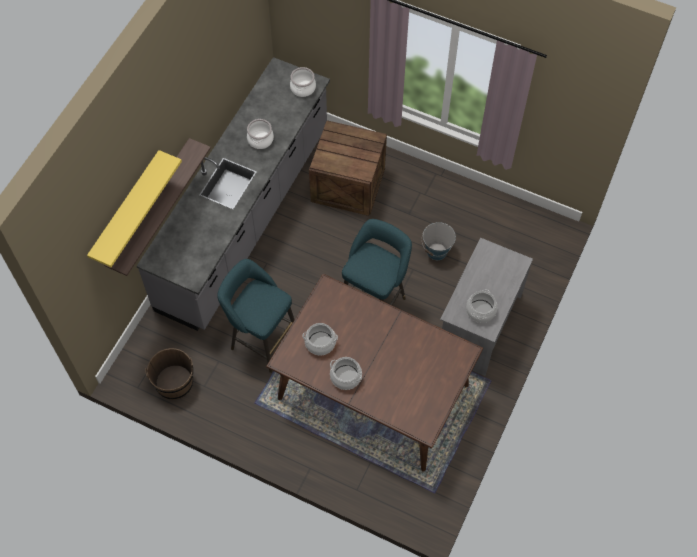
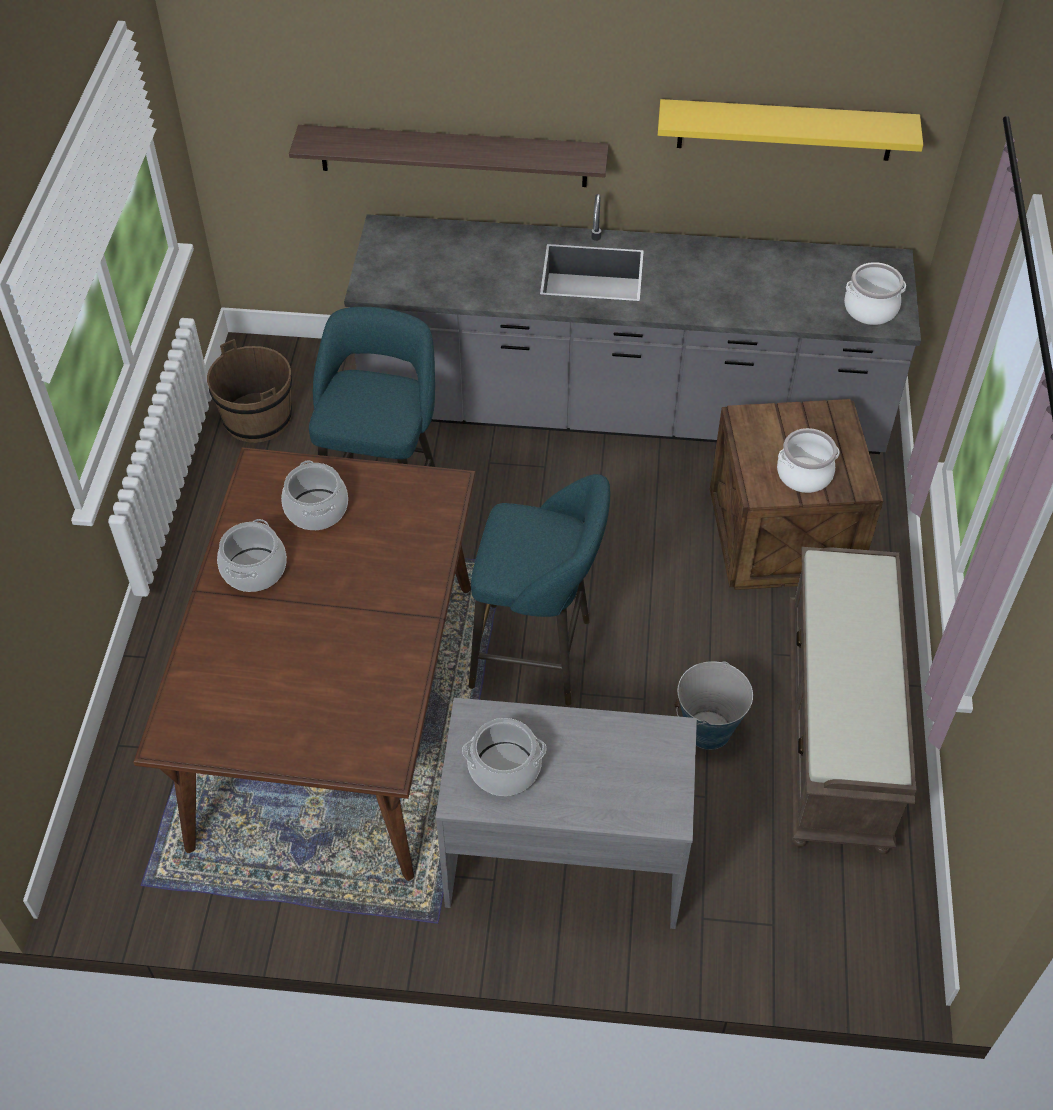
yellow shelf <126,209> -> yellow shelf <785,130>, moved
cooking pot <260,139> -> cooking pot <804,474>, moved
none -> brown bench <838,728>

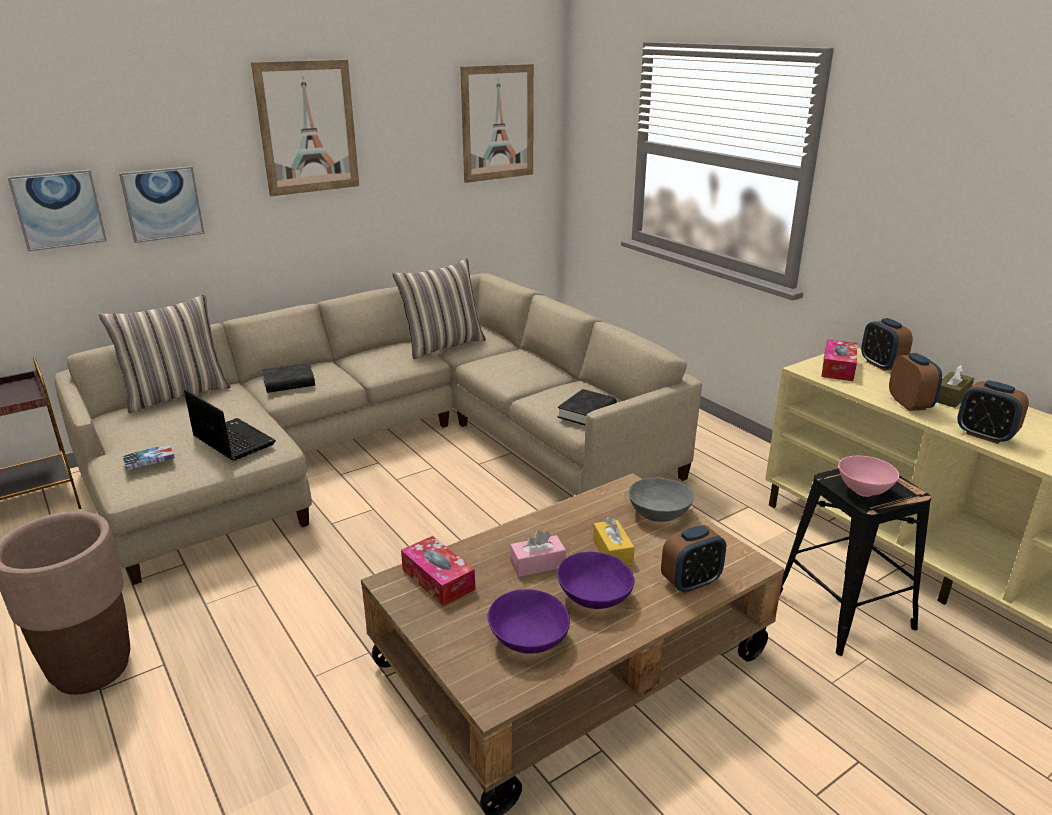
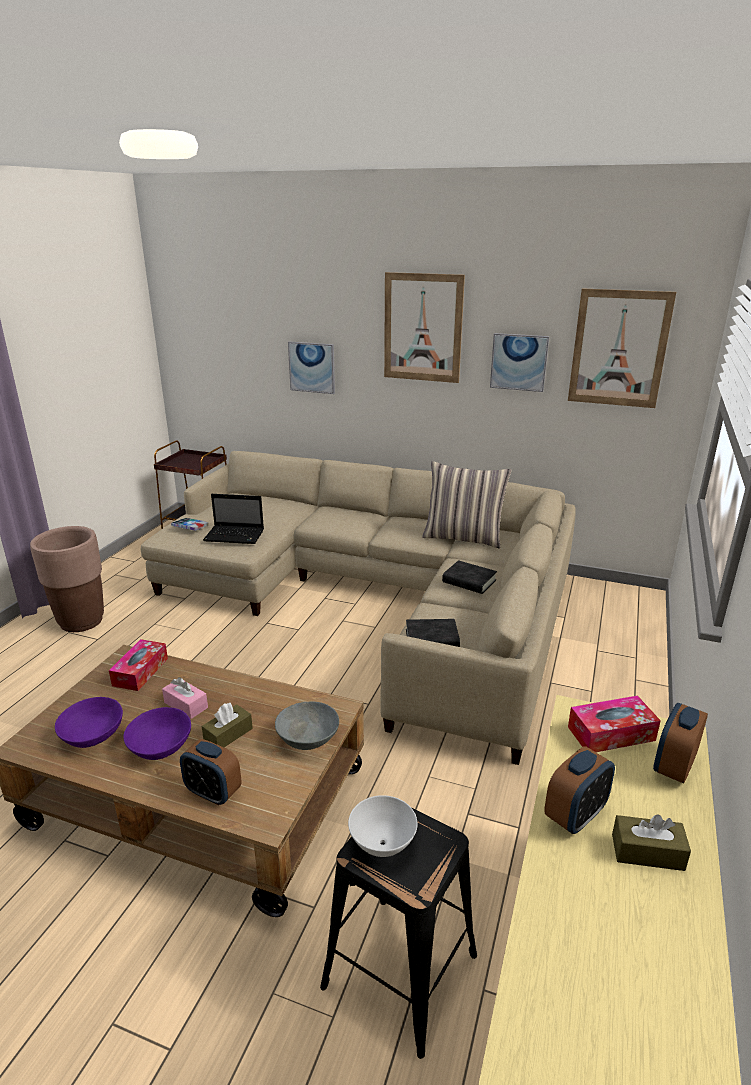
picture <58,209> -> picture <519,362>, moved
pillow <177,394> -> none
laptop <232,440> -> laptop <235,536>, 90 degrees clockwise
black book <289,383> -> black book <469,581>, moved
yellow tissue box <612,552> -> brown tissue box <228,734>
pink bowl <863,491> -> white bowl <383,844>
alarm clock <985,435> -> none

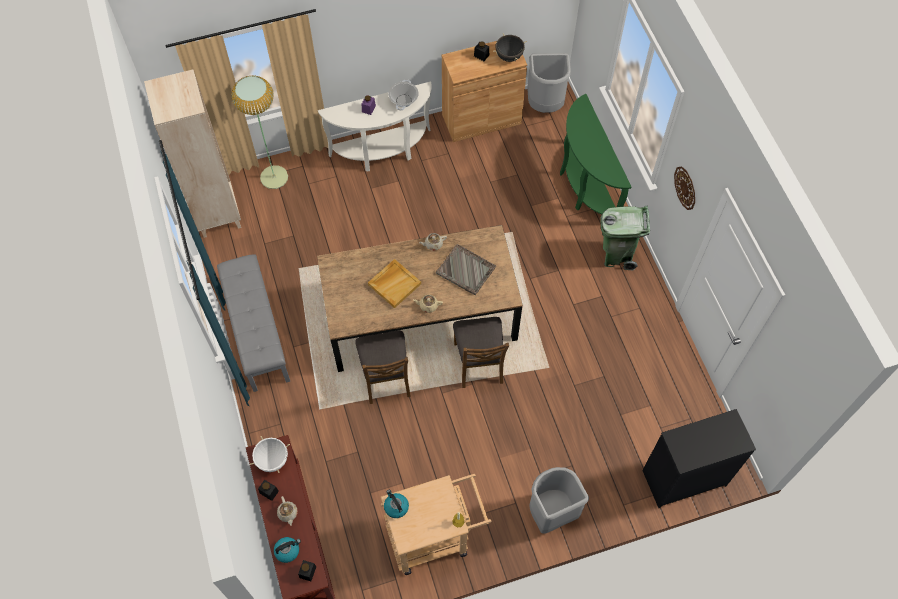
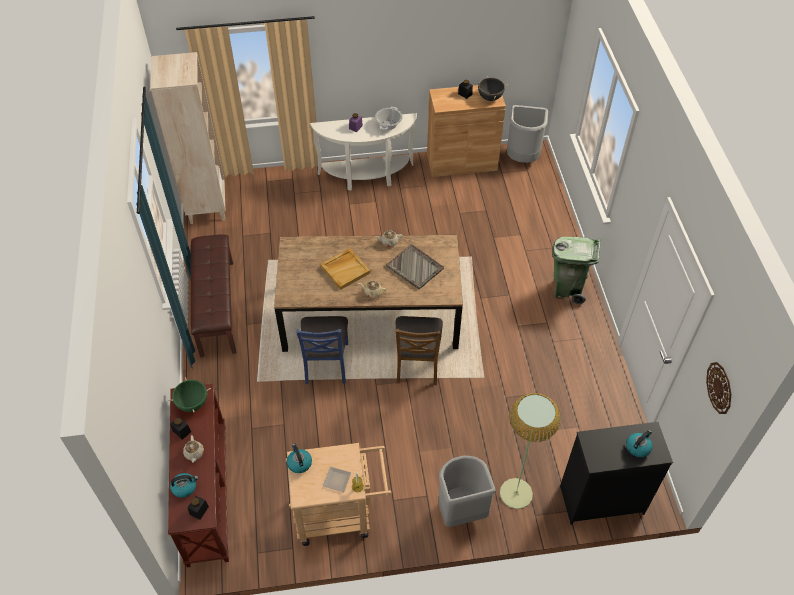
grey bench <257,332> -> brown bench <216,307>
floor lamp <274,177> -> floor lamp <516,493>, moved
white cooking pot <272,460> -> green cooking pot <193,403>
brown chair <386,377> -> blue chair <326,363>
green console table <584,186> -> none
wall clock <685,188> -> wall clock <719,388>, moved
none -> plate <338,479>
none -> kettle <638,447>

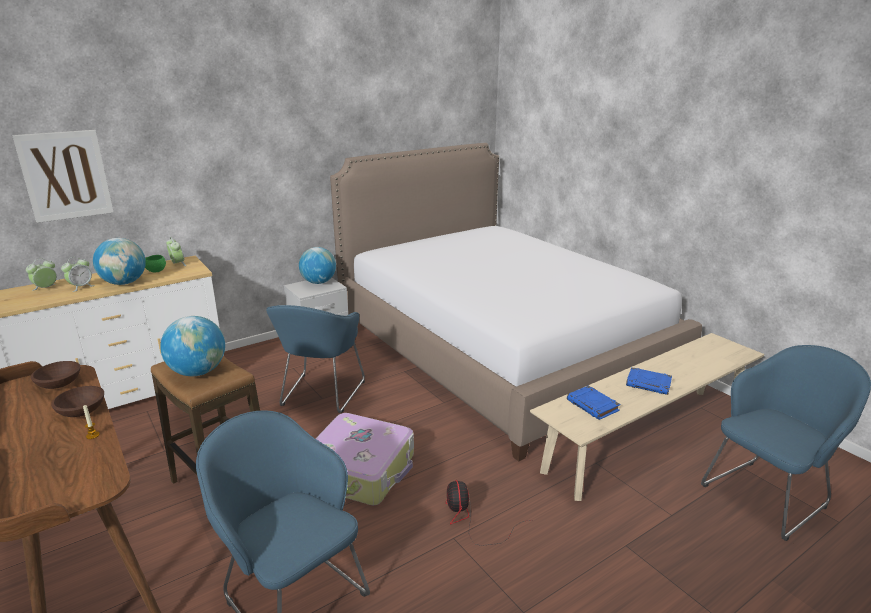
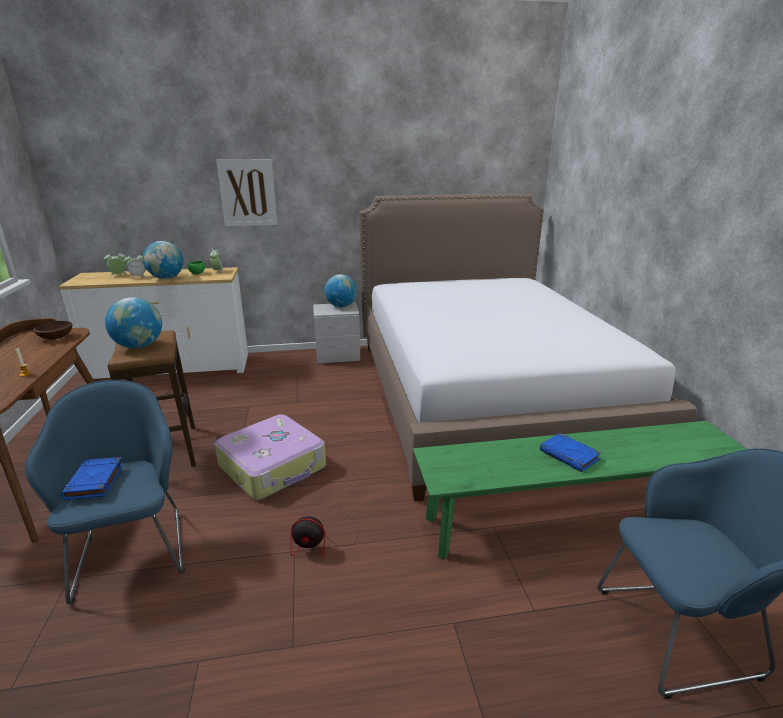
picture <65,175> -> picture <248,193>, moved
brown bowl <82,411> -> none
blue armchair <320,395> -> none
fan <471,520> -> fan <323,541>, 105 degrees counterclockwise
beige bench <646,439> -> green bench <572,520>
blue book <593,406> -> blue book <94,482>, moved

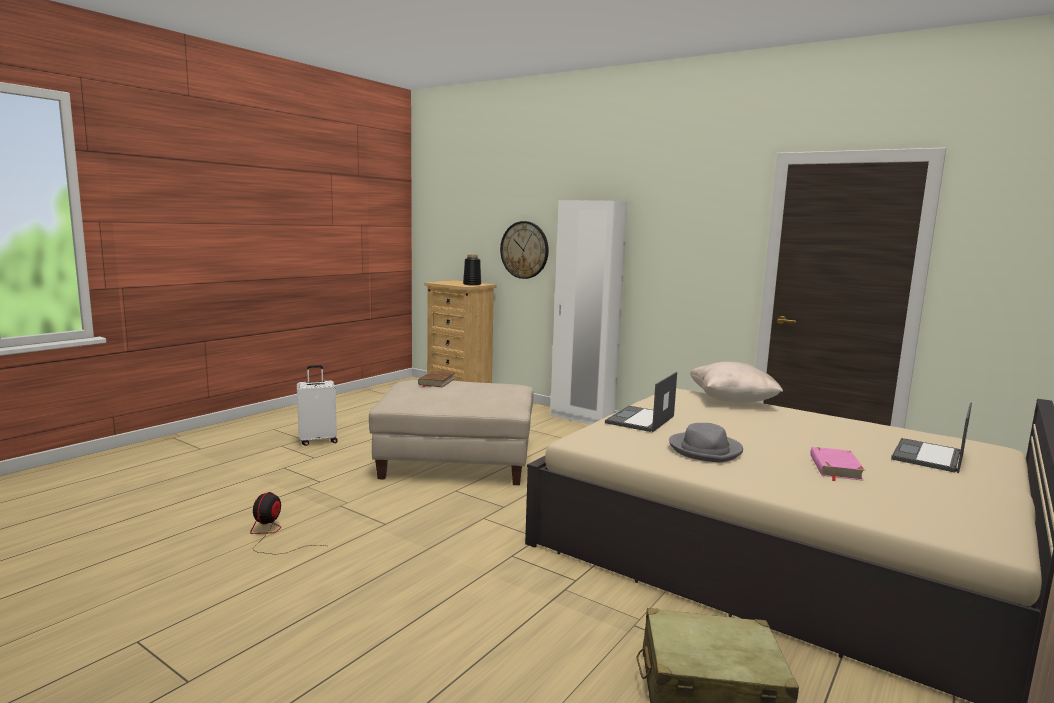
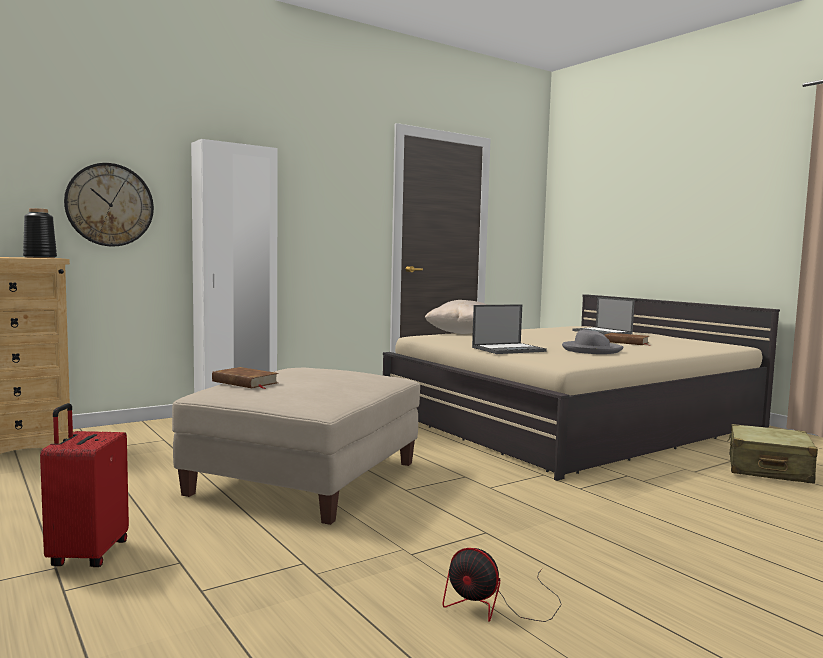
white suitcase <318,440> -> red suitcase <87,555>
laptop <640,420> -> laptop <509,349>, 75 degrees counterclockwise
pink book <835,468> -> brown book <626,342>

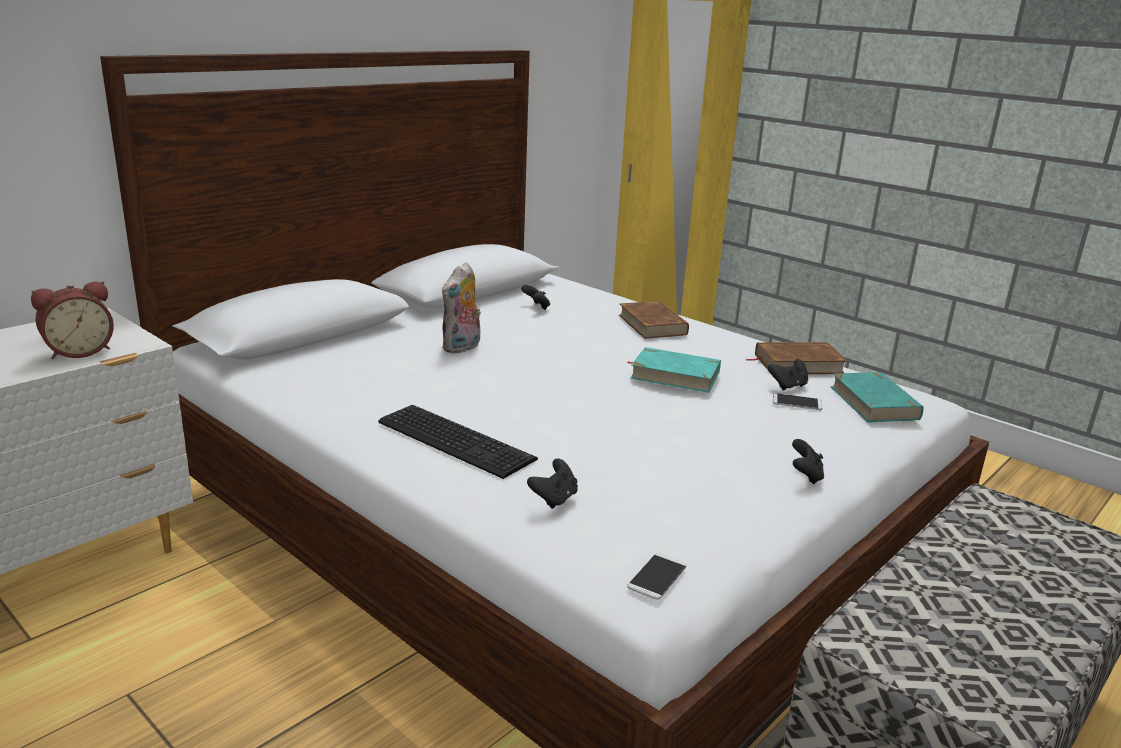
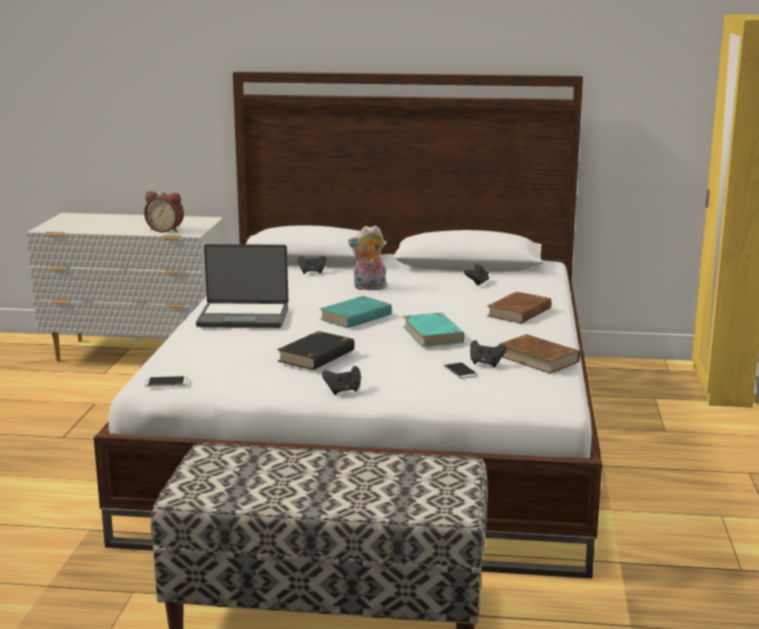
keyboard <456,438> -> laptop <244,317>
black game controller <554,499> -> black game controller <312,272>, moved
turquoise book <874,403> -> turquoise book <356,317>, moved
none -> black book <317,356>

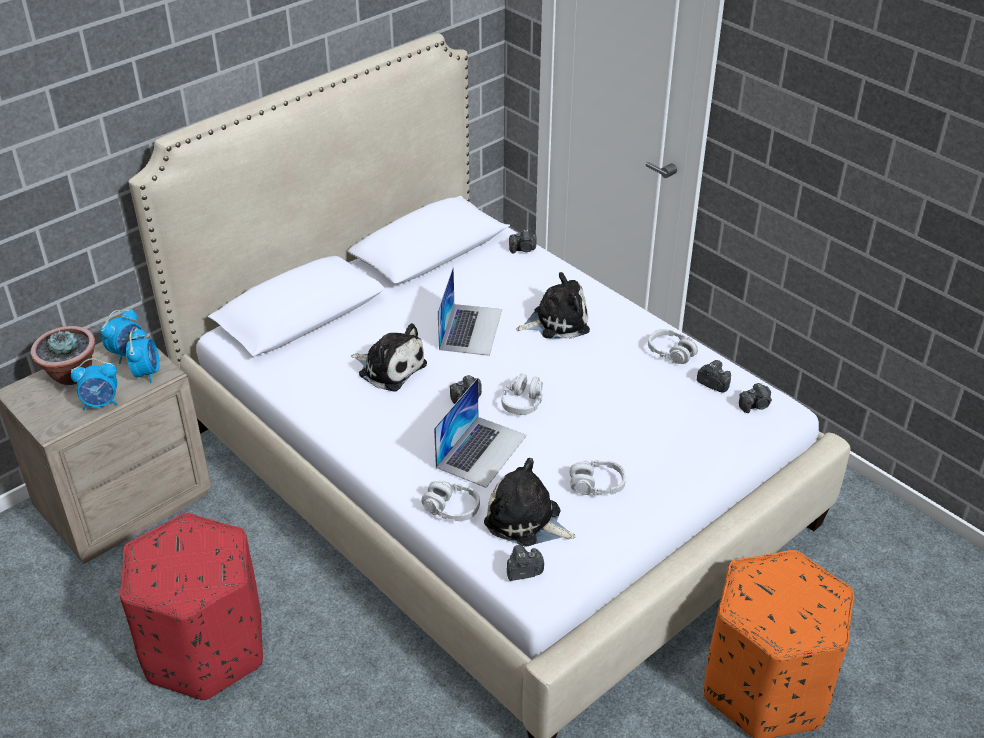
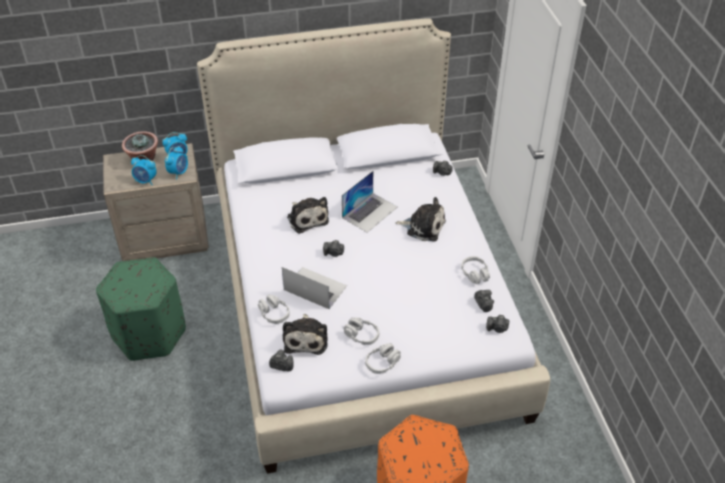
red ottoman <206,648> -> green ottoman <150,334>
laptop <481,451> -> laptop <315,288>, 120 degrees counterclockwise
plush toy <526,521> -> plush toy <306,338>, 150 degrees counterclockwise
grey headphones <522,402> -> grey headphones <382,363>, moved

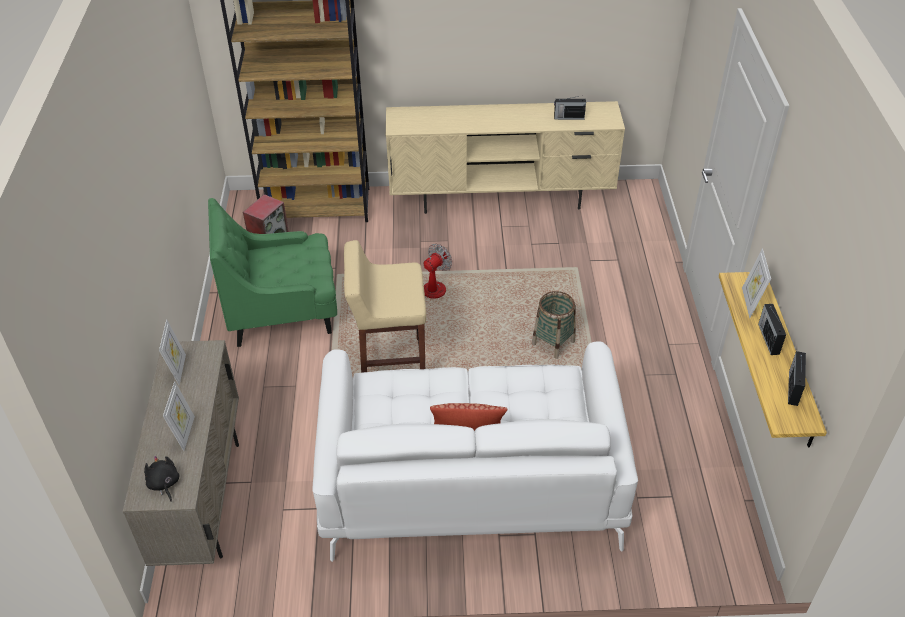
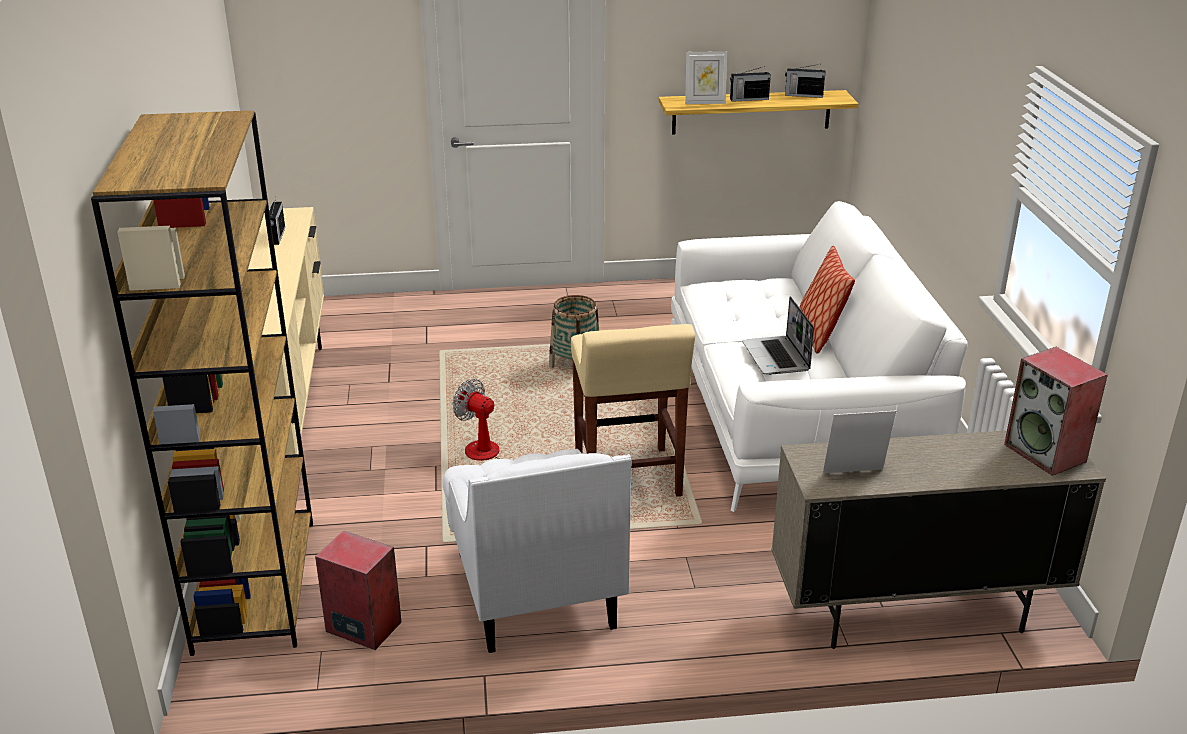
black plush toy <164,484> -> speaker <1046,453>
picture frame <184,433> -> none
green armchair <283,313> -> white armchair <534,588>
none -> laptop <777,357>

